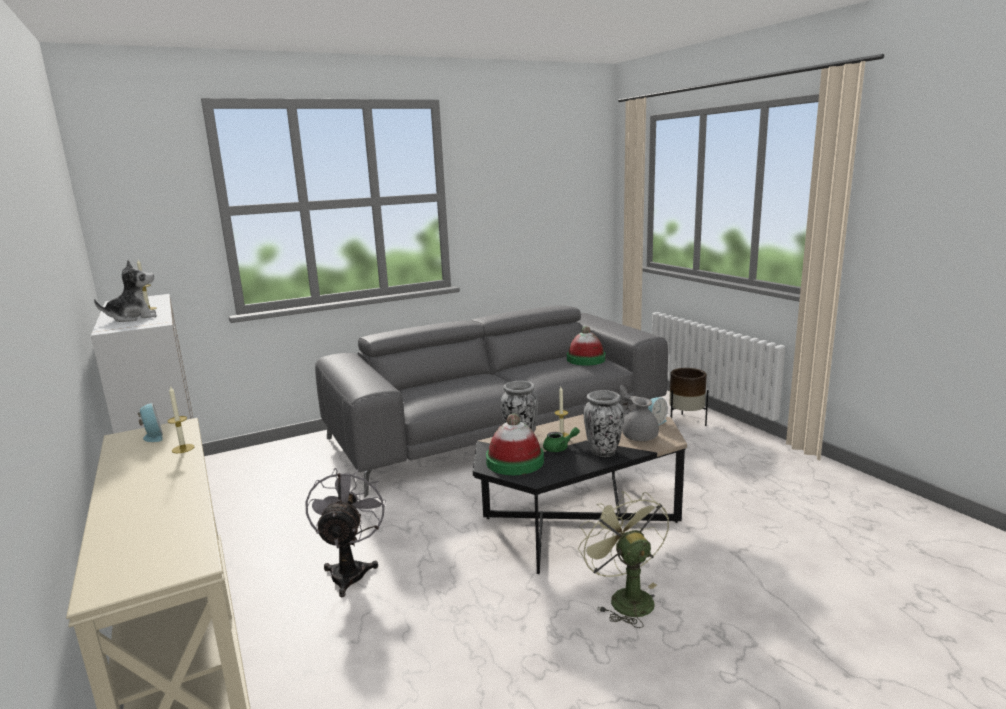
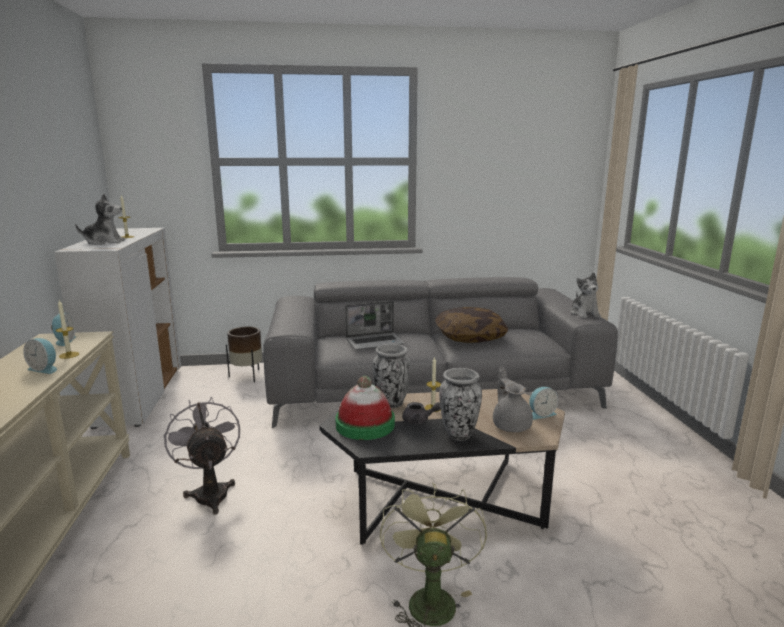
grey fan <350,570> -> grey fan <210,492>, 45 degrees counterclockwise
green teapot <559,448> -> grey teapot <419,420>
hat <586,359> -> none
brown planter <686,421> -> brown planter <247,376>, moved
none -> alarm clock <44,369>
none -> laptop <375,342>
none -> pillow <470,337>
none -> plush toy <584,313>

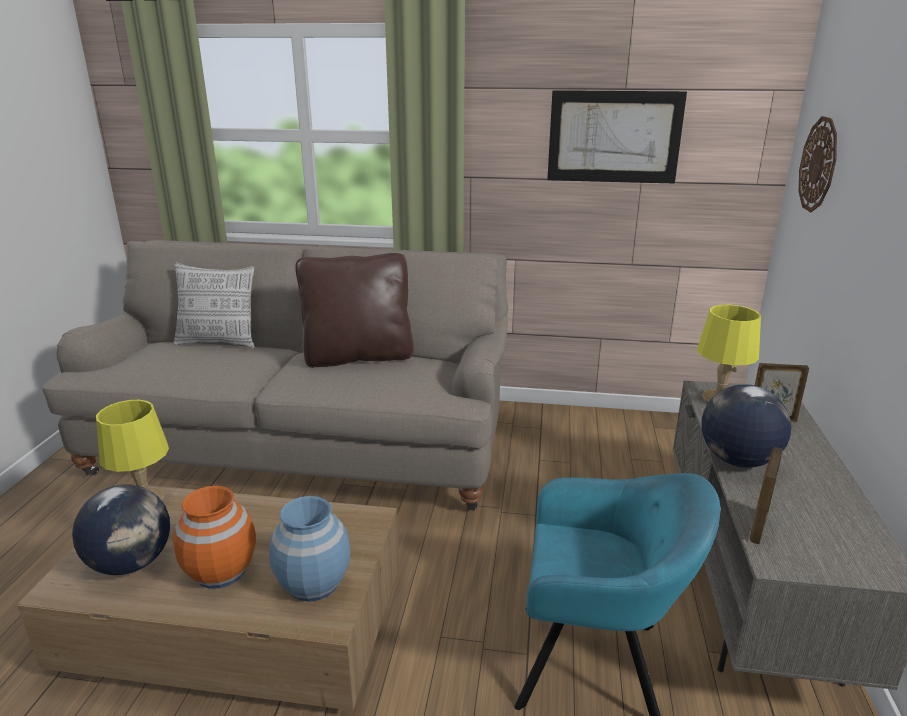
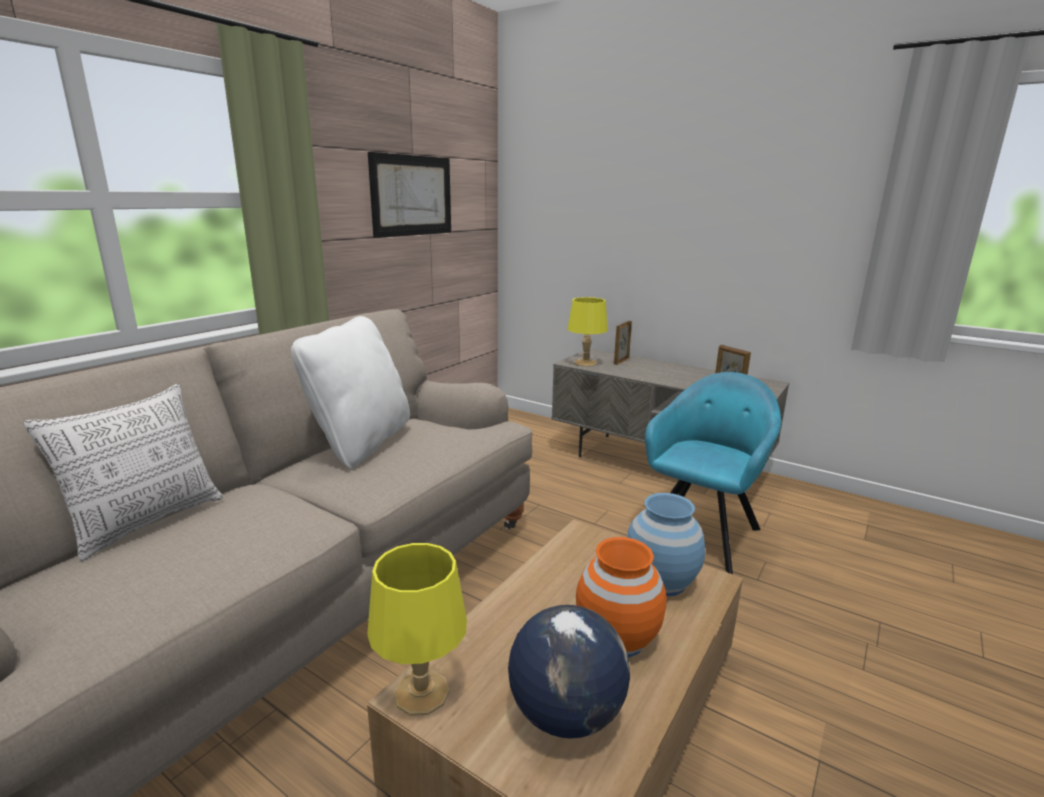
brown pillow <358,356> -> white pillow <361,443>
globe <737,460> -> none
wall clock <818,164> -> none

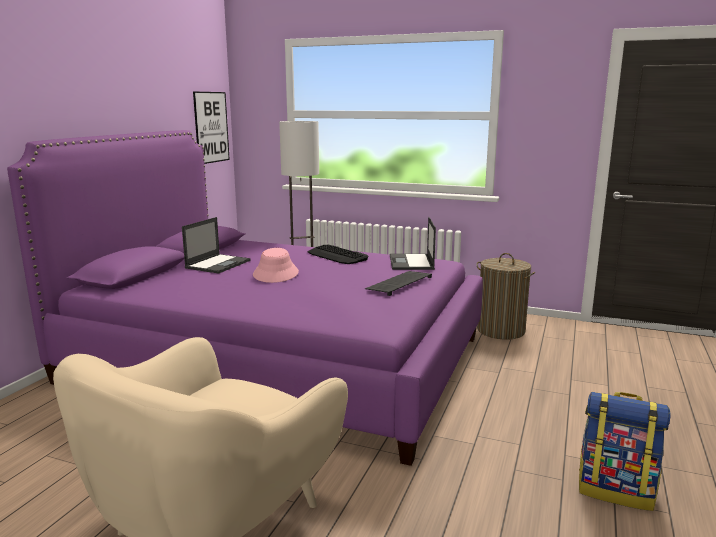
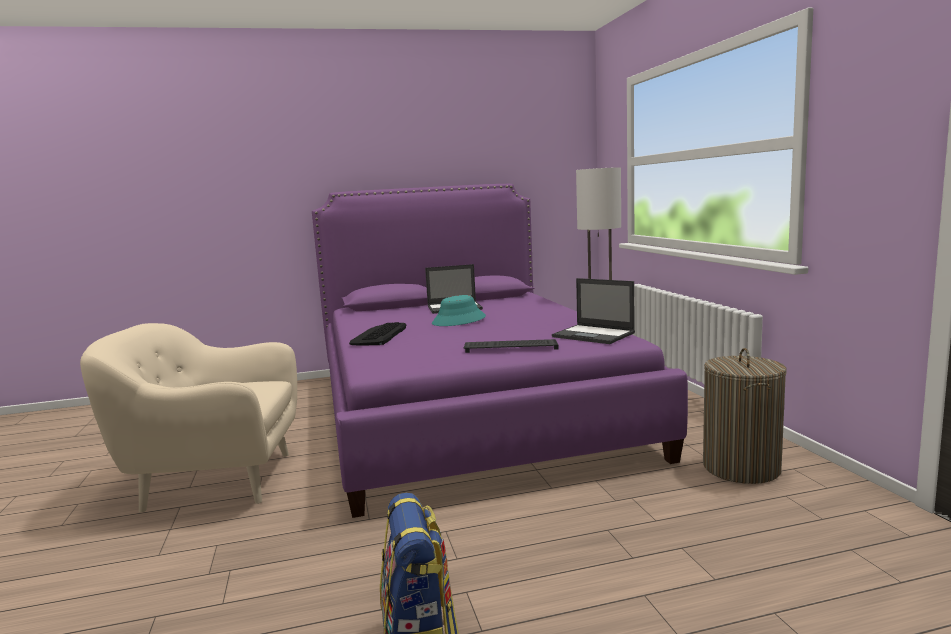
picture <211,127> -> none
pink hat <276,274> -> turquoise hat <459,320>
keyboard <337,256> -> keyboard <378,335>, moved
laptop <411,262> -> laptop <594,335>, 105 degrees counterclockwise

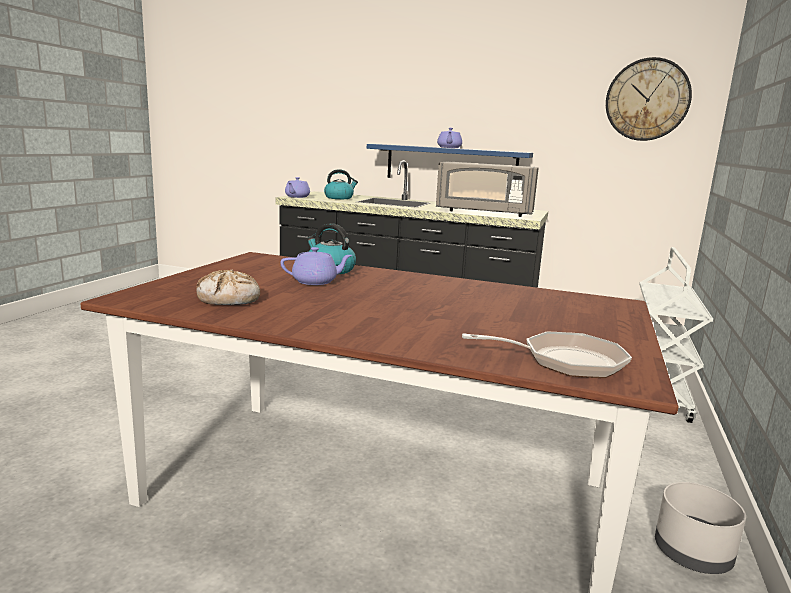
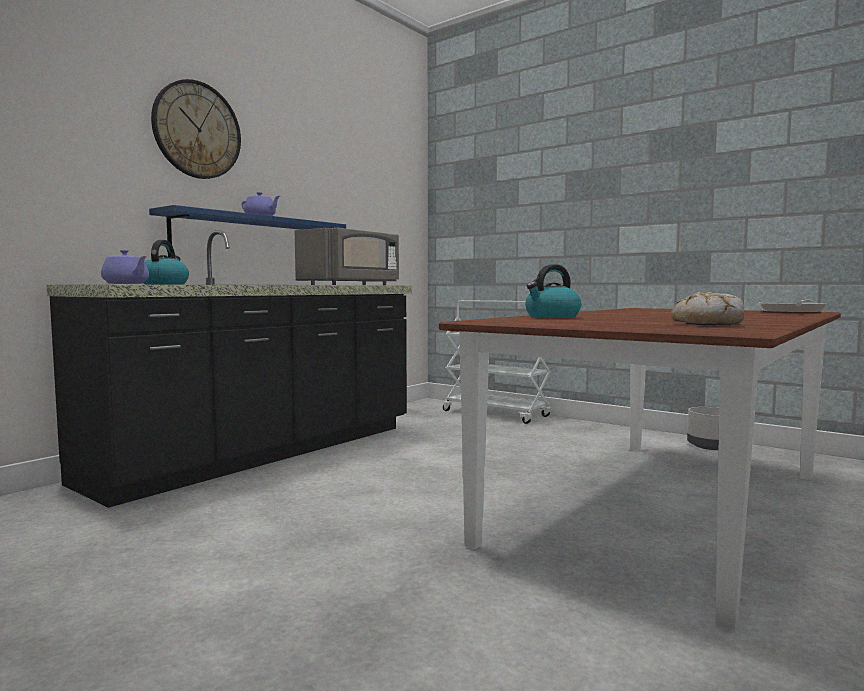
purple teapot <316,282> -> none
wall clock <647,100> -> wall clock <197,130>, moved

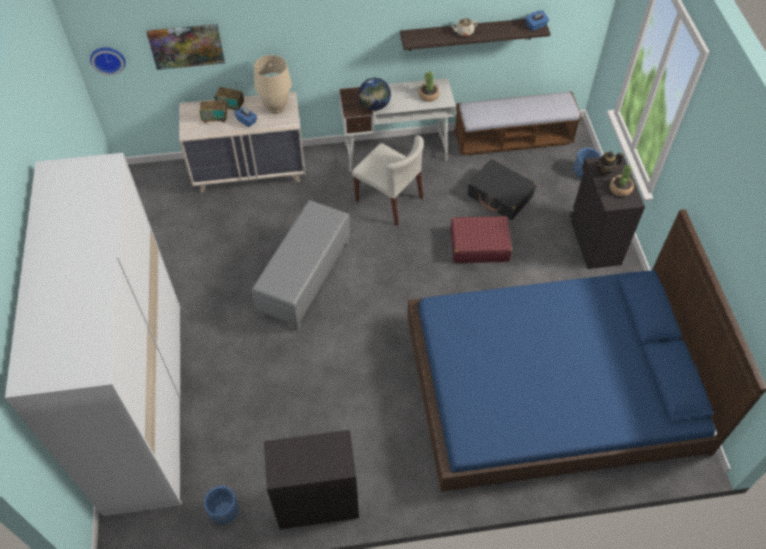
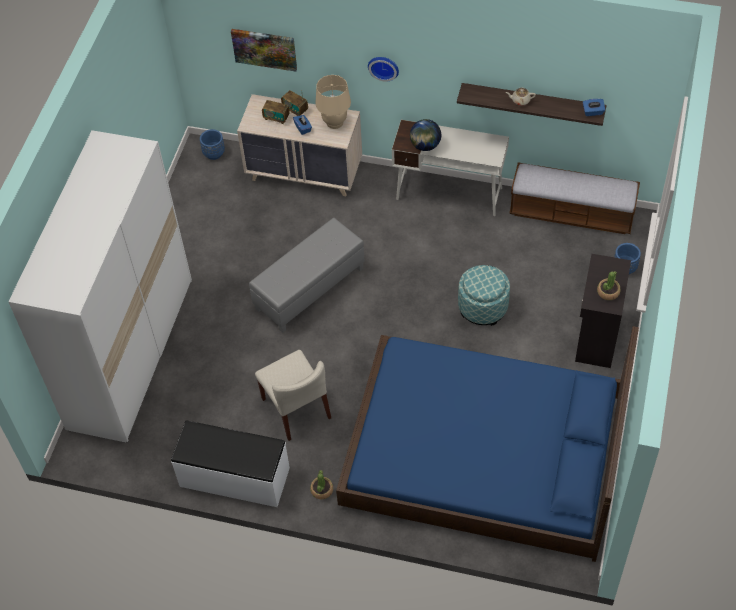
wall clock <108,59> -> wall clock <383,66>, moved
blue planter <224,512> -> blue planter <214,154>, moved
black cabinet <316,501> -> white bench <234,478>
beige chair <390,199> -> beige chair <296,409>, moved
potted plant <428,95> -> potted plant <321,490>, moved
red suitcase <479,245> -> ottoman <482,307>
black suitcase <500,196> -> none
teapot <604,171> -> none

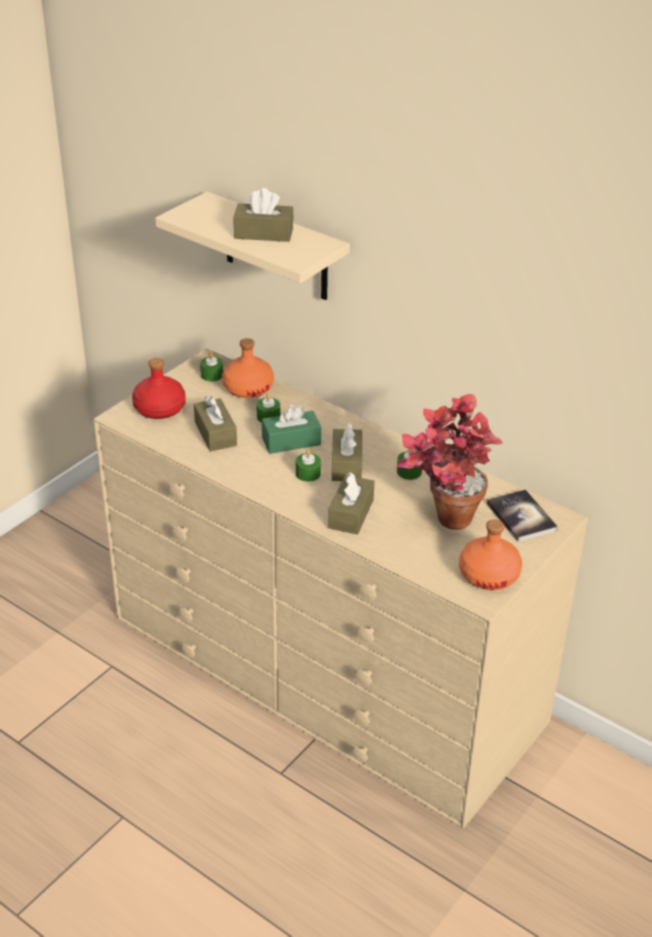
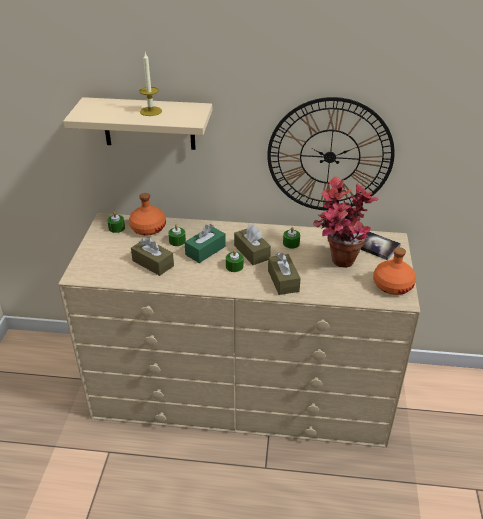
red bottle <159,409> -> none
brown tissue box <263,233> -> candle <150,111>
none -> wall clock <330,157>

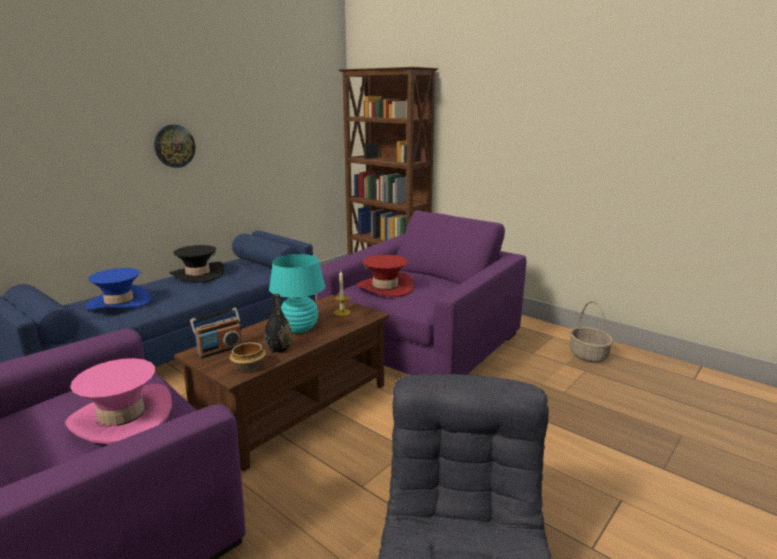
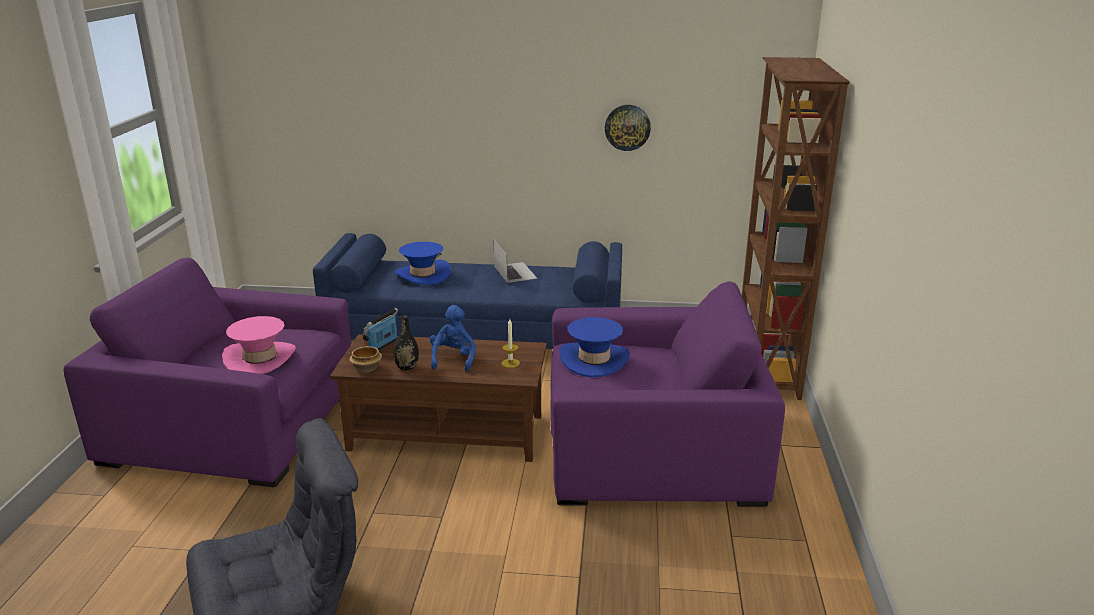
wall clock <174,146> -> wall clock <627,127>, moved
black hat <198,275> -> laptop <515,272>
radio <220,350> -> radio <381,346>, 105 degrees clockwise
turquoise table lamp <300,329> -> blue plush toy <453,359>
red hat <385,288> -> blue hat <594,360>
basket <587,355> -> none

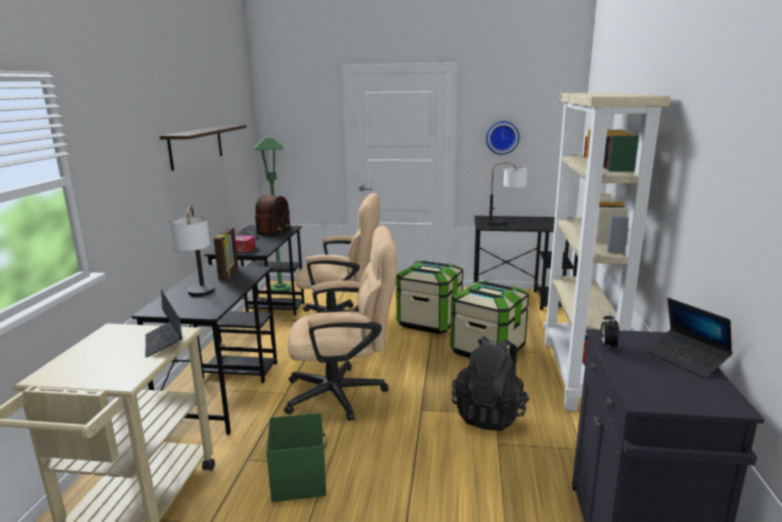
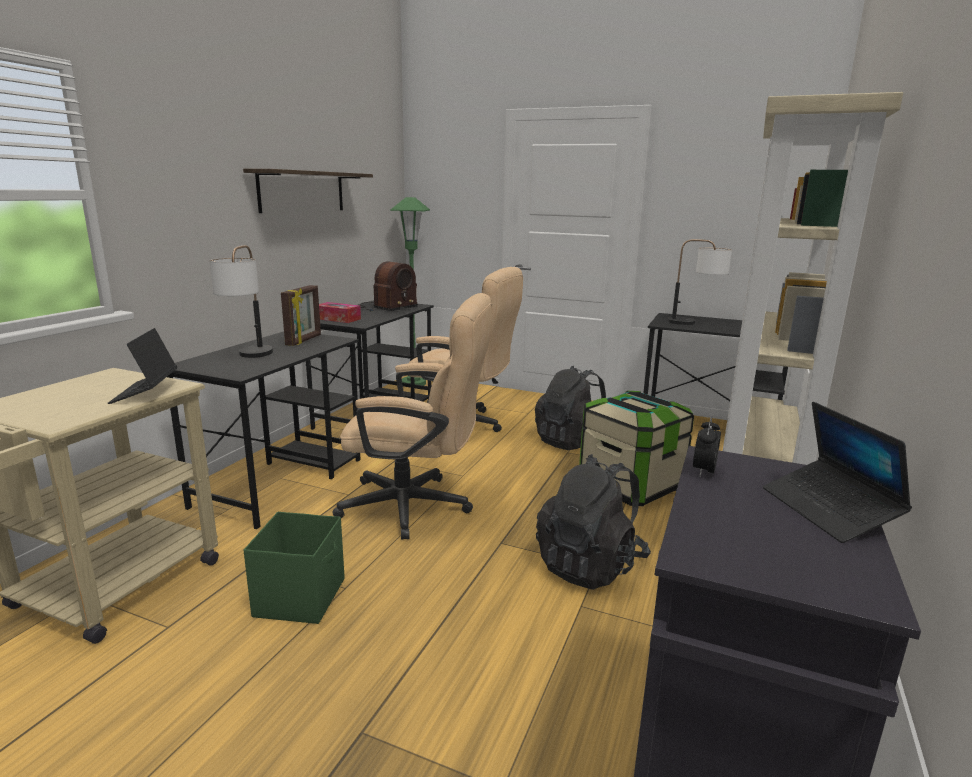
storage box <429,322> -> black backpack <571,441>
wall clock <502,137> -> none

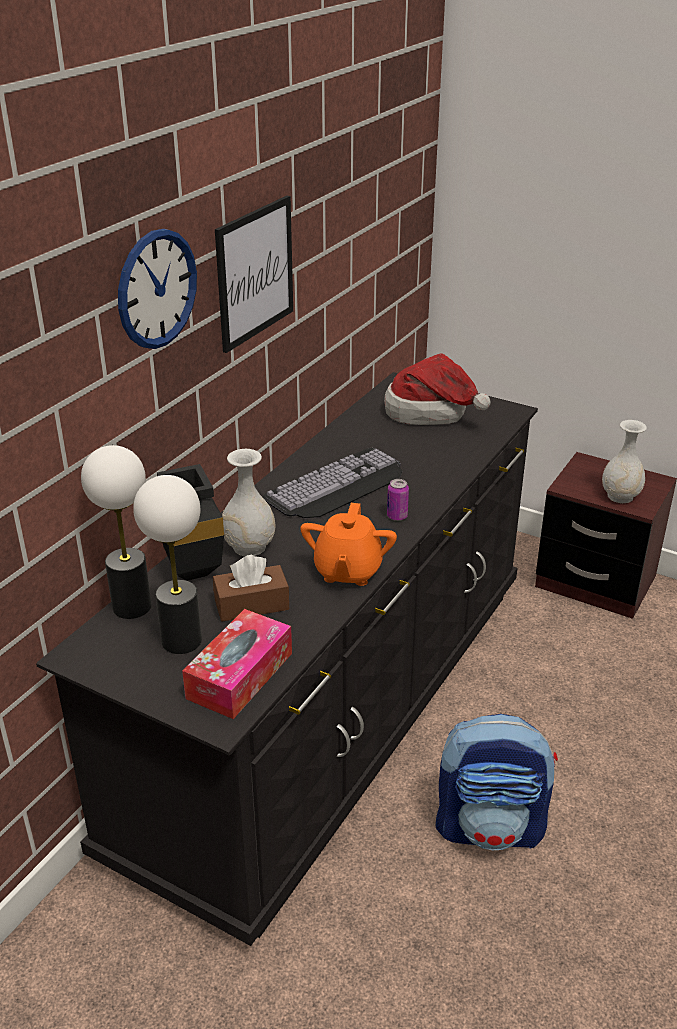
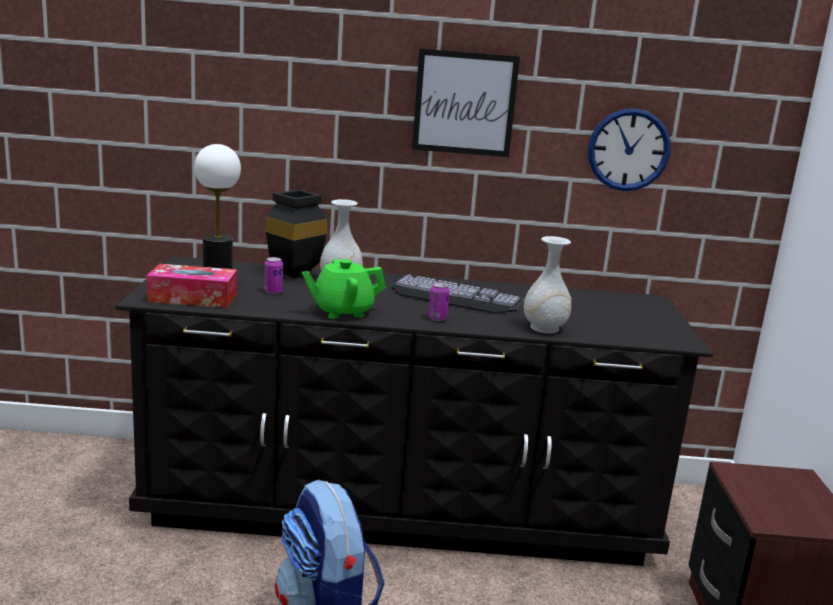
table lamp <131,606> -> none
wall clock <157,289> -> wall clock <628,150>, moved
brown tissue box <251,604> -> can <273,291>
orange teapot <347,571> -> green teapot <342,311>
hat <432,413> -> none
white vase <620,496> -> white vase <544,328>, moved

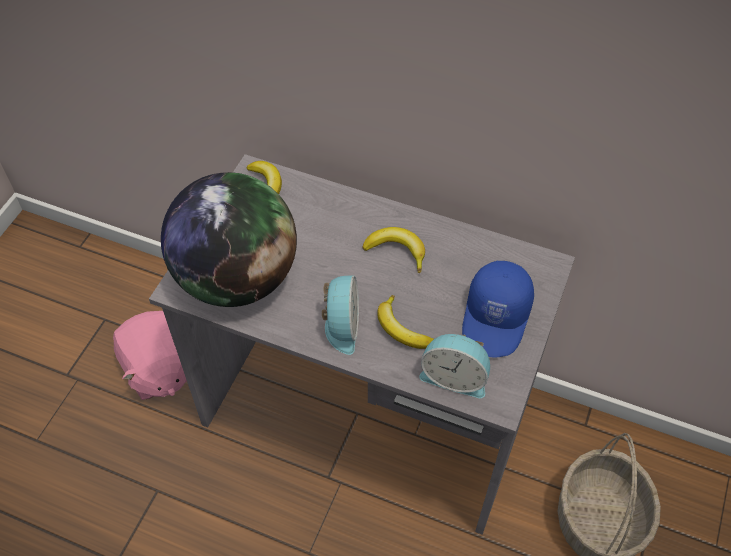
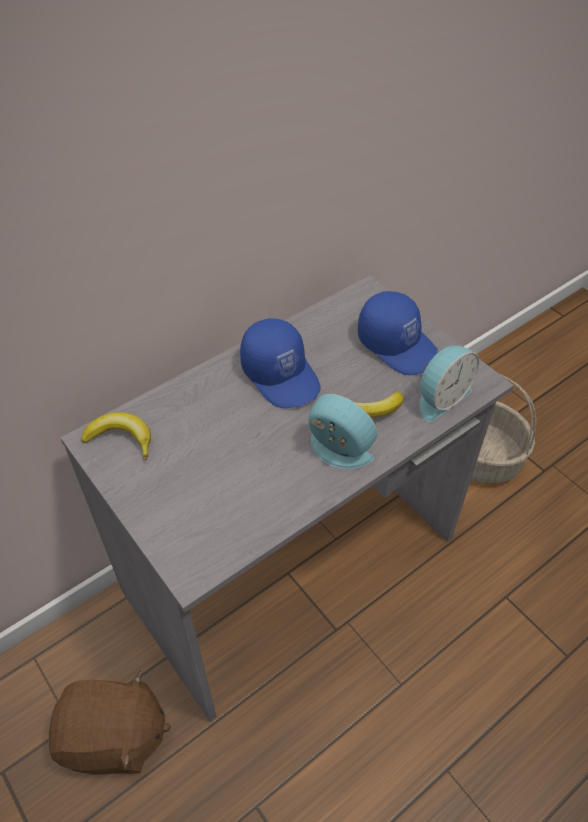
pink plush toy <158,370> -> brown plush toy <114,738>
globe <237,278> -> none
banana <397,251> -> blue cap <281,375>

